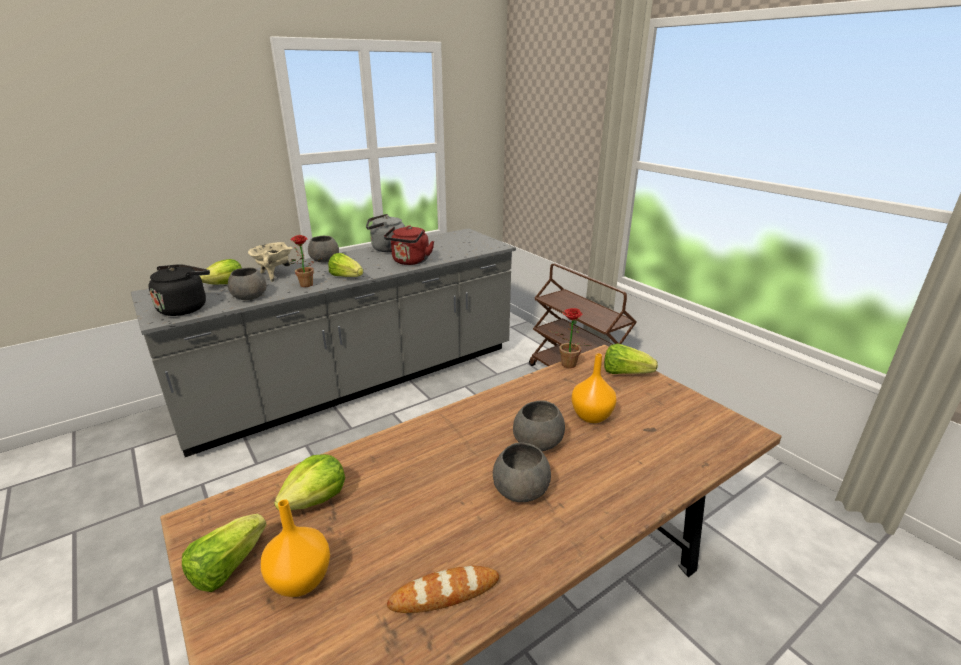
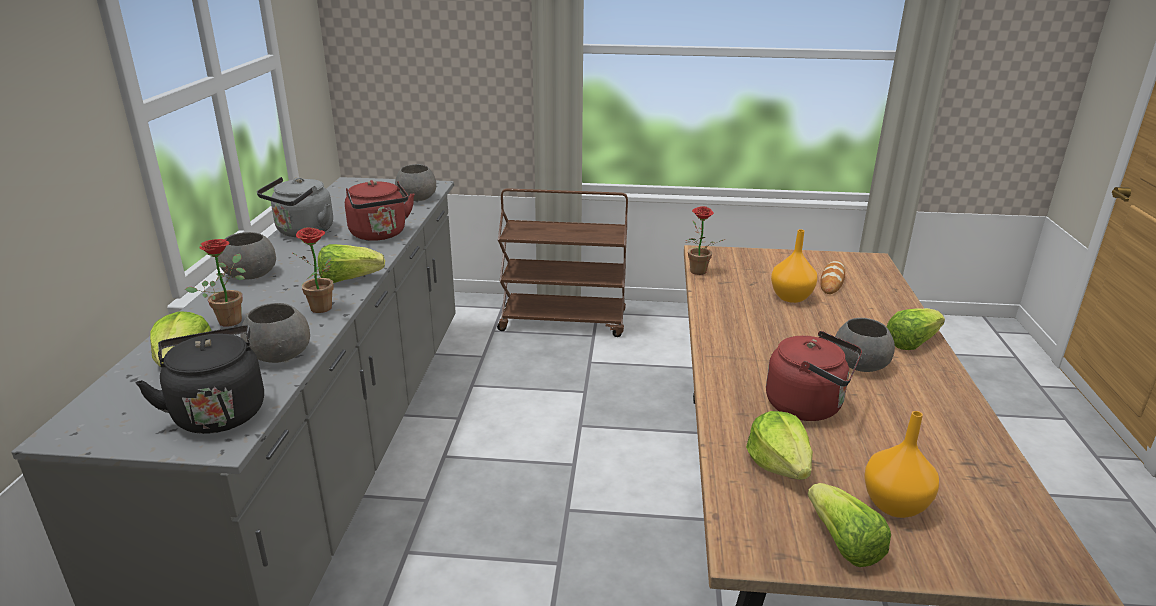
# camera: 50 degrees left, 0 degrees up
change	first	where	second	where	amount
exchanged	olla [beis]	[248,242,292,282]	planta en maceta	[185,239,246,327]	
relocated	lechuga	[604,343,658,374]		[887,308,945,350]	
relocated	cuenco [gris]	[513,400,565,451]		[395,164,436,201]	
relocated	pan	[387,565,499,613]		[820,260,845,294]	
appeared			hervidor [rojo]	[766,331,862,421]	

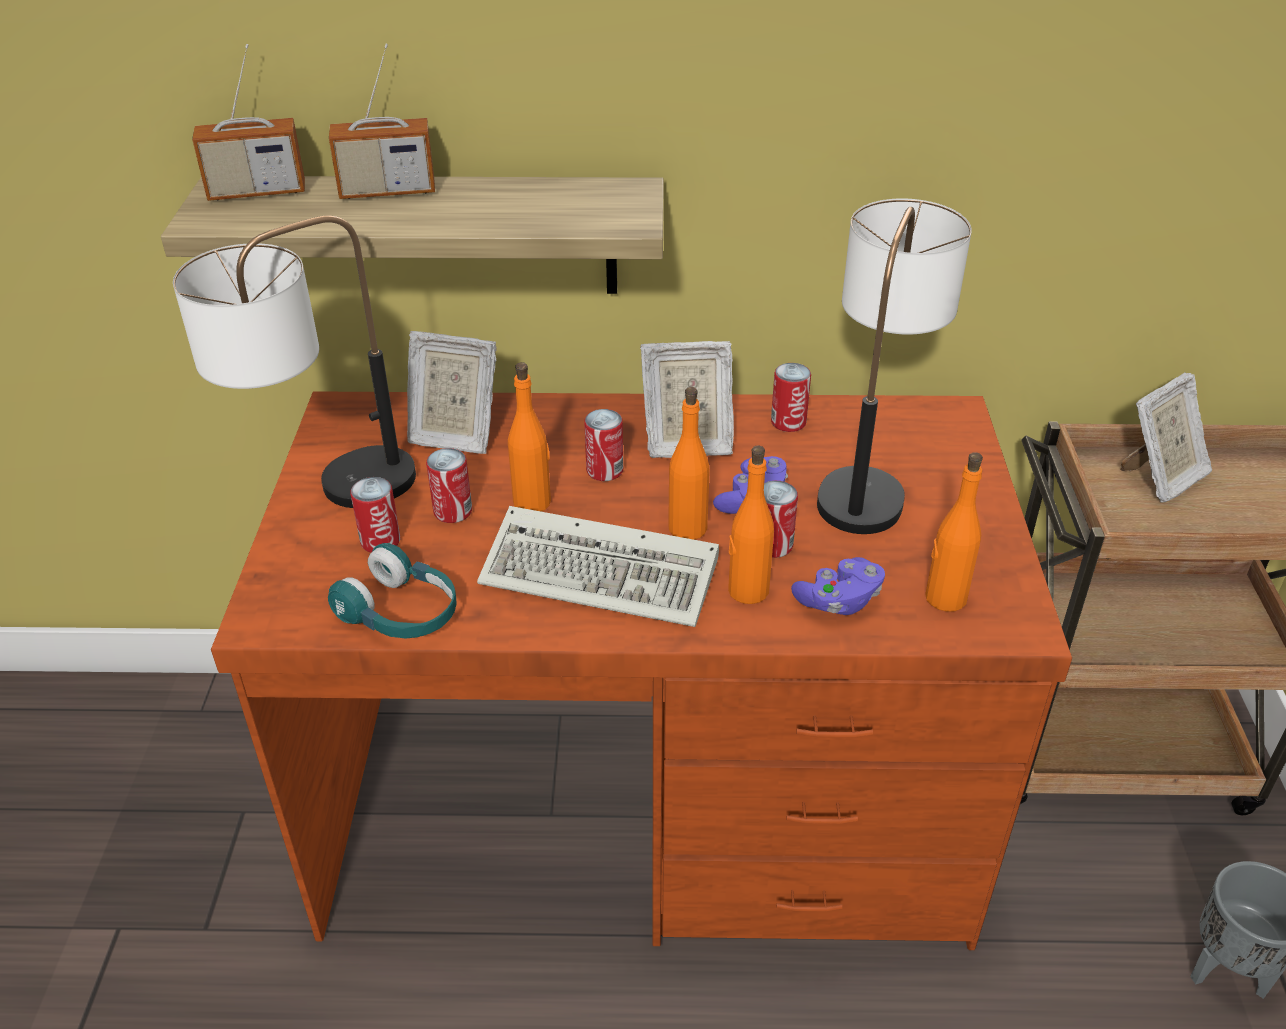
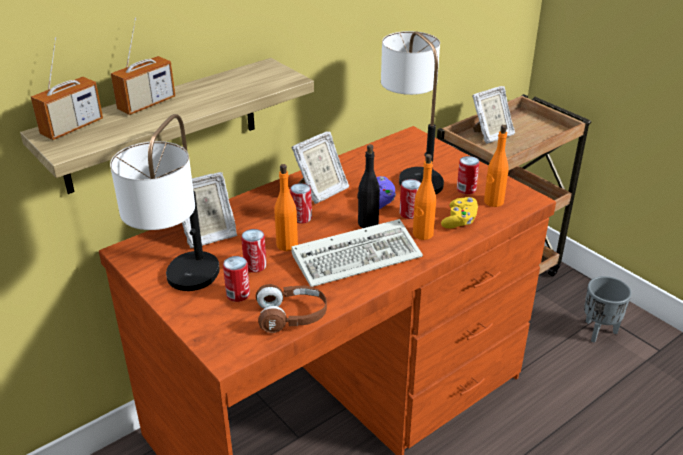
# camera: 40 degrees left, 5 degrees down
change	first	where	second	where	amount
relocated	lata	[771,363,811,432]		[457,156,480,194]	
spun	portarretratos	[1120,372,1212,503]		[472,86,515,144]	45 degrees clockwise
colour	botella [naranja]	[668,387,710,540]	botella [negro]	[357,144,380,228]	
colour	auriculares [turquesa]	[328,543,456,638]	auriculares [marrón]	[256,284,327,333]	
colour	mando de consola [morado]	[791,557,885,615]	mando de consola [amarillo]	[441,197,478,229]	

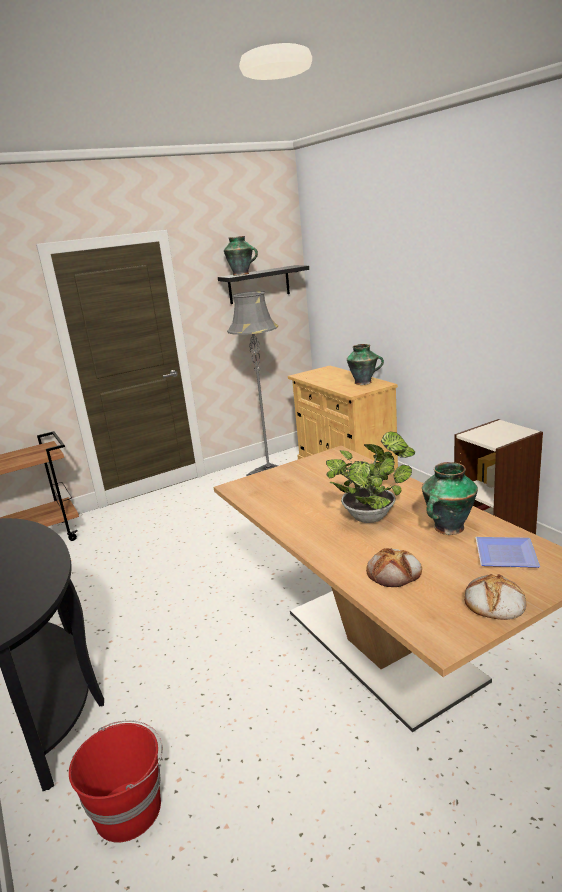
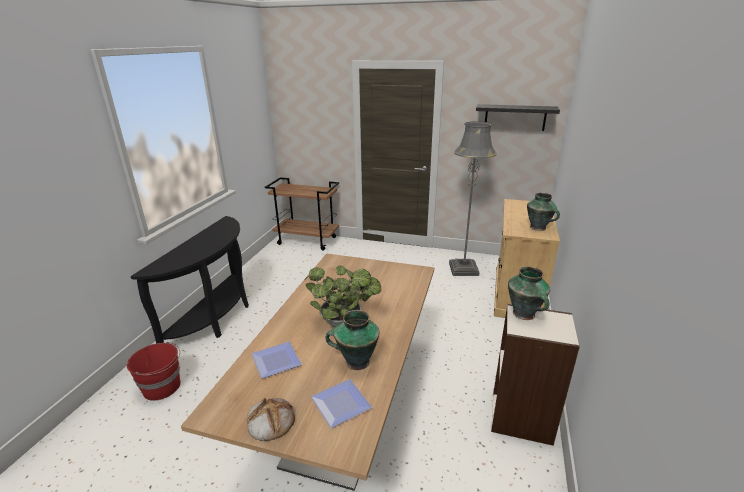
# camera: 45 degrees right, 5 degrees up
change	first	where	second	where	amount
relocated	florero	[224,236,258,276]		[508,267,550,320]	
exchanged	pan	[366,548,422,587]	plato	[251,341,302,379]	

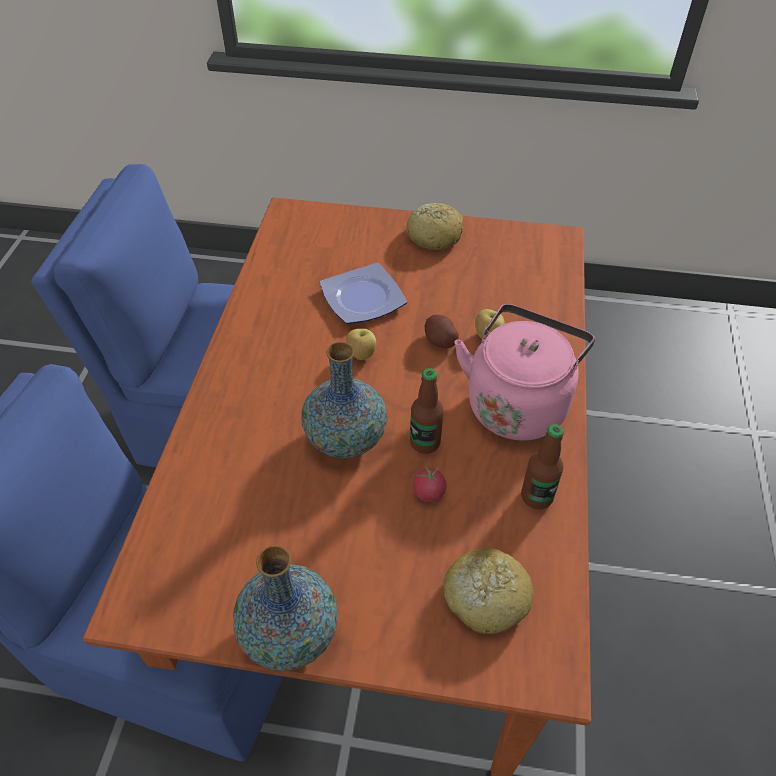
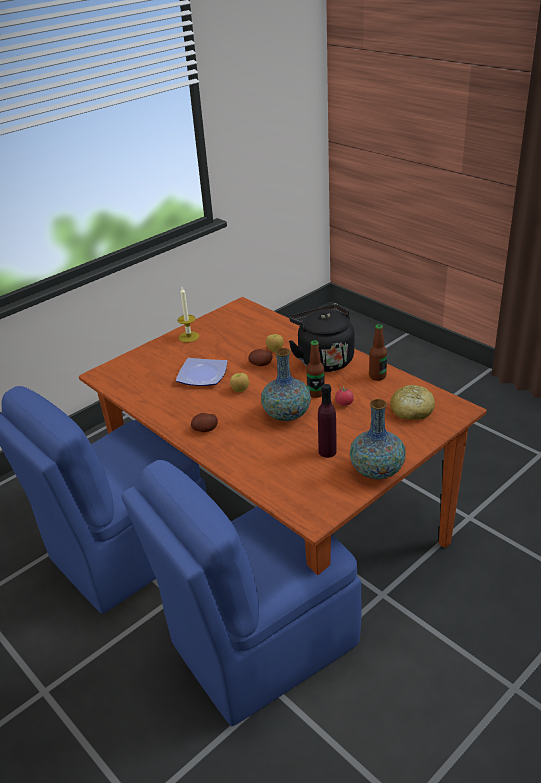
# camera: 50 degrees left, 15 degrees down
change	first	where	second	where	amount
exchanged	pan	[406,203,463,250]	vela	[178,287,199,343]	
colour	hervidor [rosa]	[454,304,595,441]	hervidor [negro]	[288,304,354,372]	
appeared			botella [morado]	[318,384,336,458]	
appeared			patata	[191,413,218,432]	

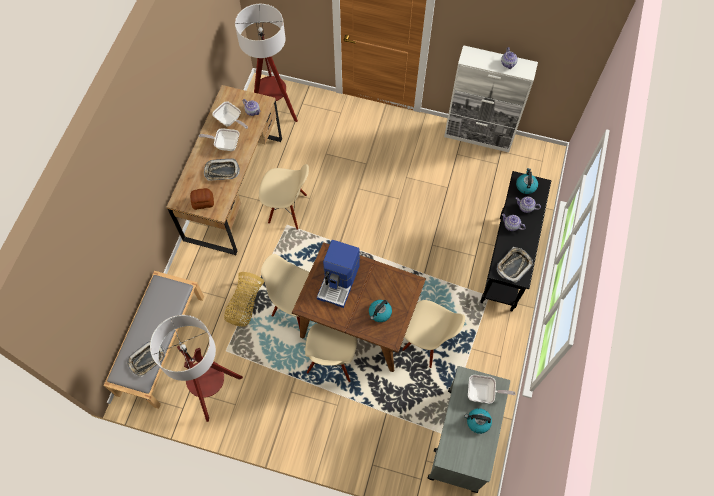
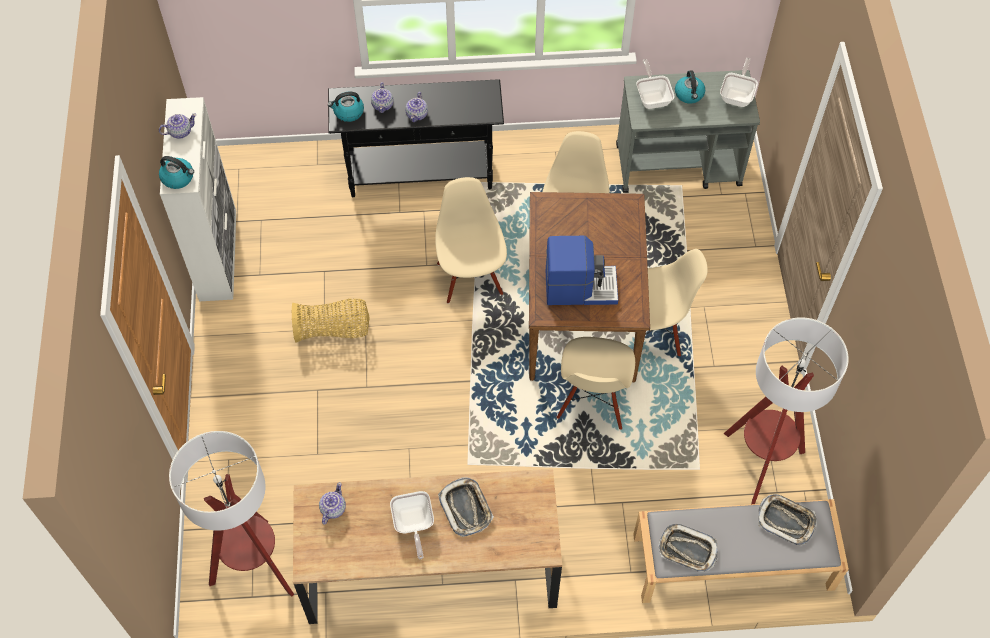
# camera: 110 degrees left, 5 degrees down
change	first	where	second	where	amount
relocated	sartén	[212,101,248,129]		[720,58,758,107]	
relocated	silla [beis]	[259,164,309,230]		[435,177,507,304]	
missing	pan	[190,188,214,210]			
relocated	bandeja	[497,247,533,283]		[659,524,718,572]	
relocated	cesta	[224,272,264,327]		[292,299,370,343]	
relocated	hervidor	[369,300,392,322]		[159,156,194,189]	

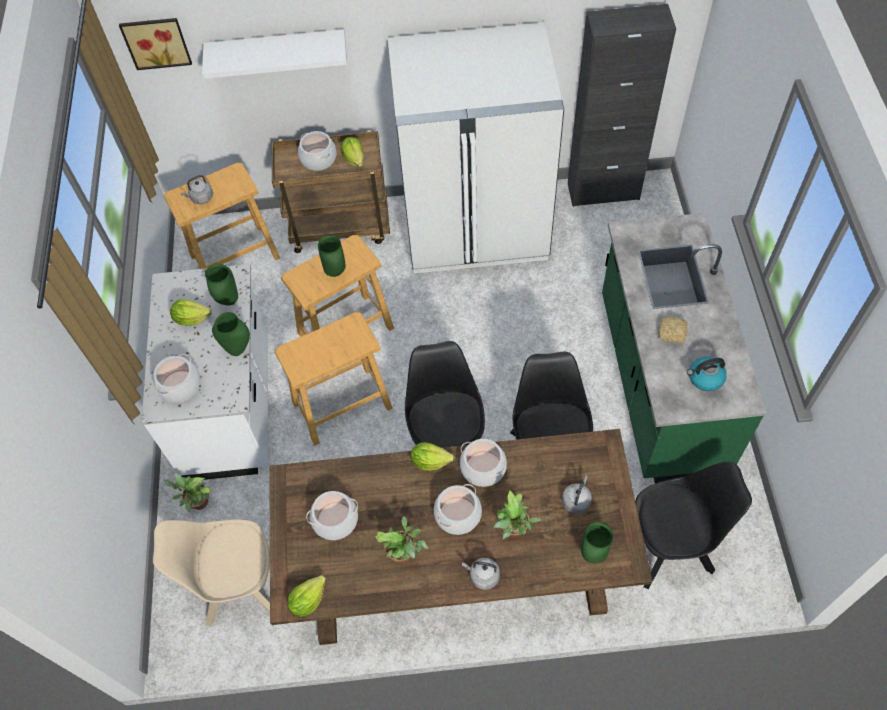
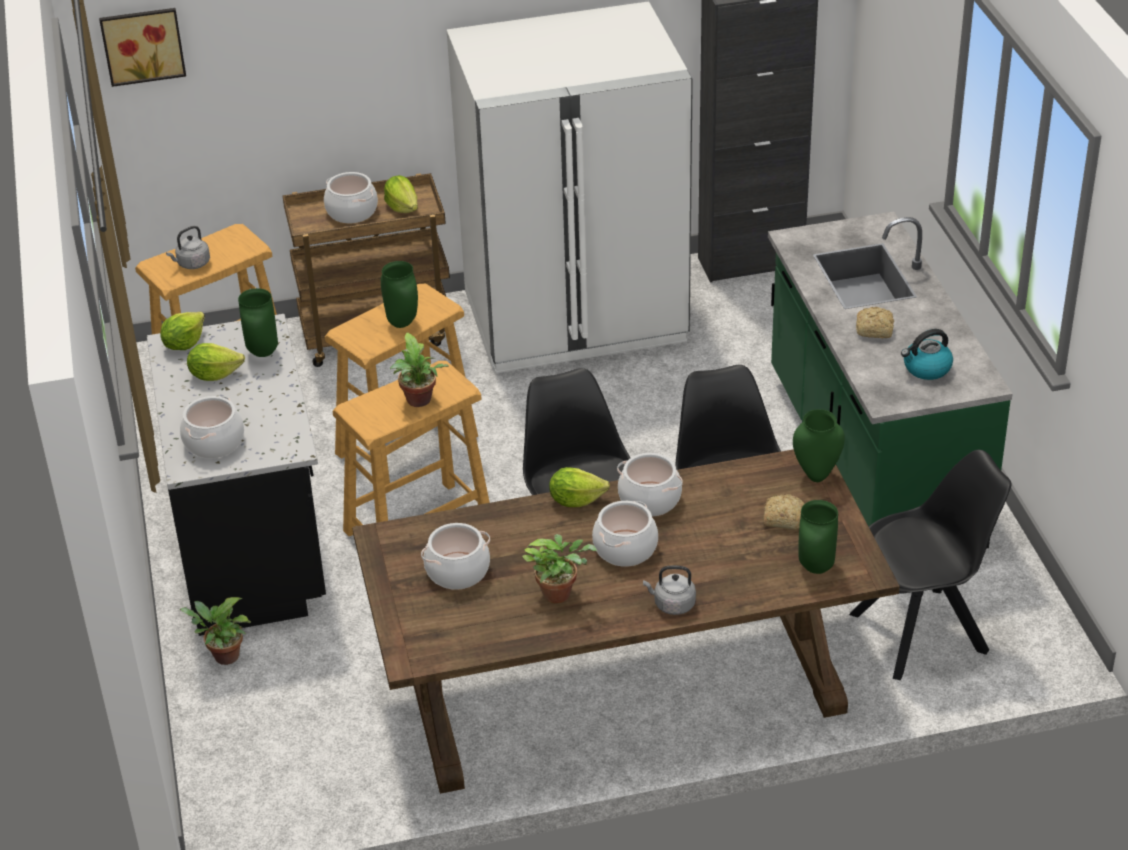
# camera: 10 degrees left, 20 degrees down
change	first	where	second	where	amount
missing	estante [blanco]	[202,29,347,79]			
colour	mueble bajo de cocina [blanco]	[141,264,268,480]	mueble bajo de cocina [negro]	[147,314,326,636]	
relocated	florero [verde]	[212,312,250,356]		[793,409,845,482]	
exchanged	hervidor [gris]	[562,475,592,514]	pan	[763,494,804,530]	
relocated	planta en maceta	[494,490,541,539]		[390,333,449,407]	
missing	silla [beis]	[153,519,270,627]			
relocated	lechuga	[287,575,326,617]		[160,311,205,350]	

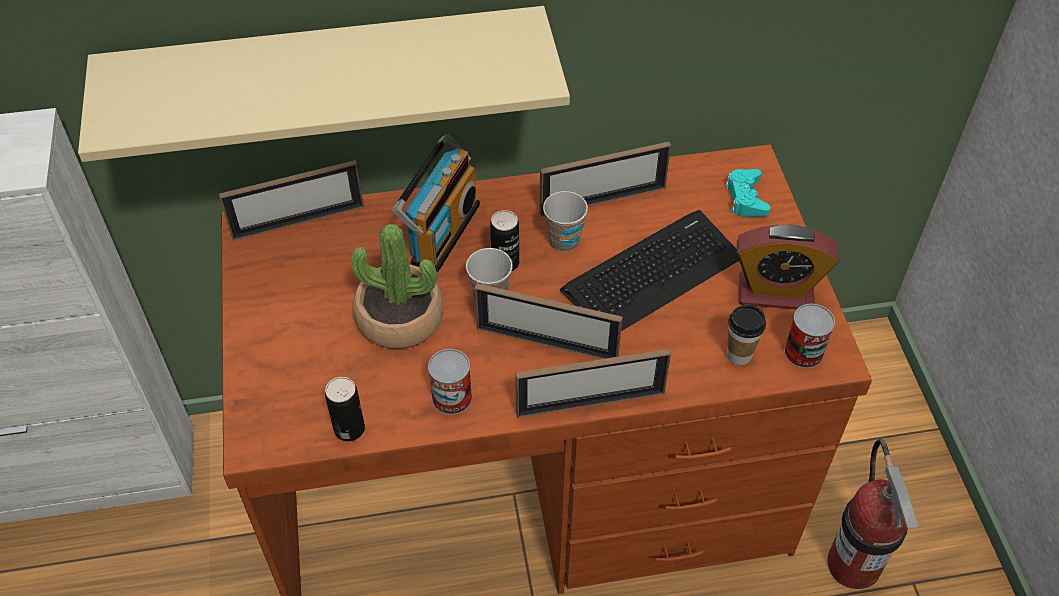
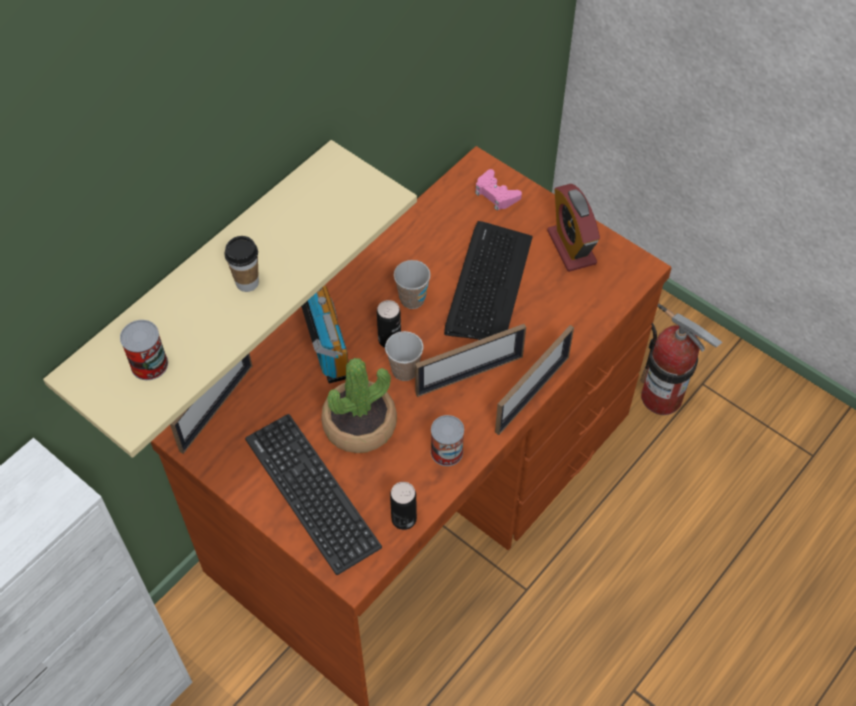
# camera: 40 degrees left, 5 degrees up
change	first	where	second	where	amount
missing	portarretratos	[540,142,671,216]			
colour	mando de consola [turquesa]	[725,169,770,217]	mando de consola [rosa]	[475,169,522,211]	
spun	despertador	[737,225,839,310]		[547,184,600,272]	105 degrees clockwise
relocated	lata	[784,304,835,368]		[120,320,168,380]	
relocated	taza	[727,305,766,365]		[225,236,259,292]	
appeared			teclado	[245,414,382,575]	

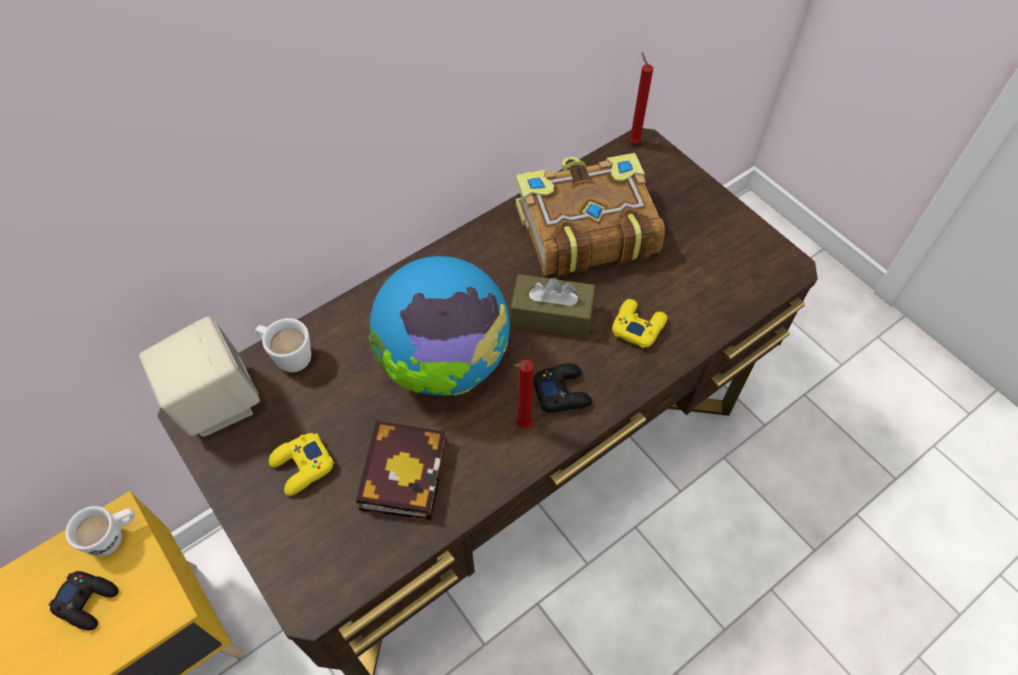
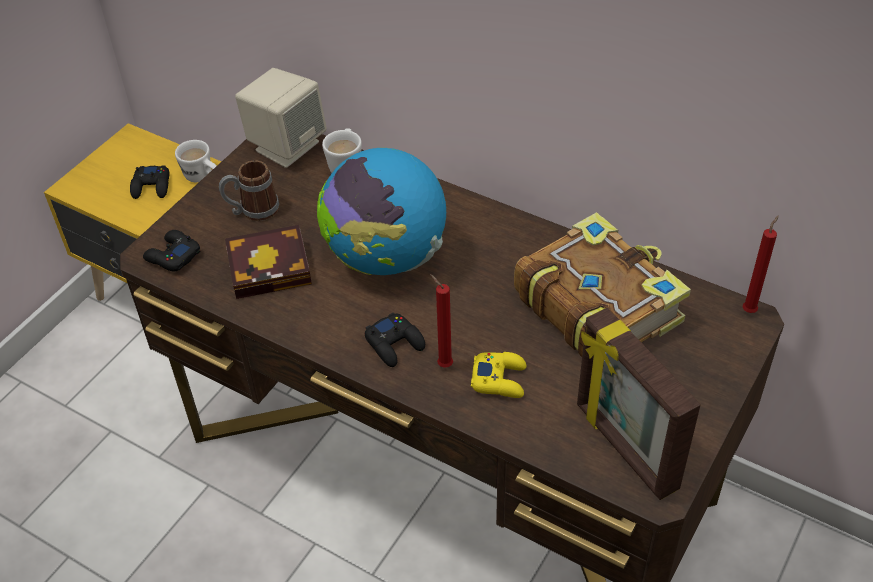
# camera: 70 degrees right, 10 degrees down
change	first	where	second	where	amount
missing	caja de pañuelos [marrón]	[510,274,595,338]			
relocated	vela [rojo]	[514,360,534,429]		[430,274,453,368]	
exchanged	mando de consola [amarillo]	[269,433,334,496]	taza grande	[219,160,279,221]	
appeared			mando de consola [negro]	[143,230,200,272]	
appeared			portarretratos	[577,307,701,500]	

